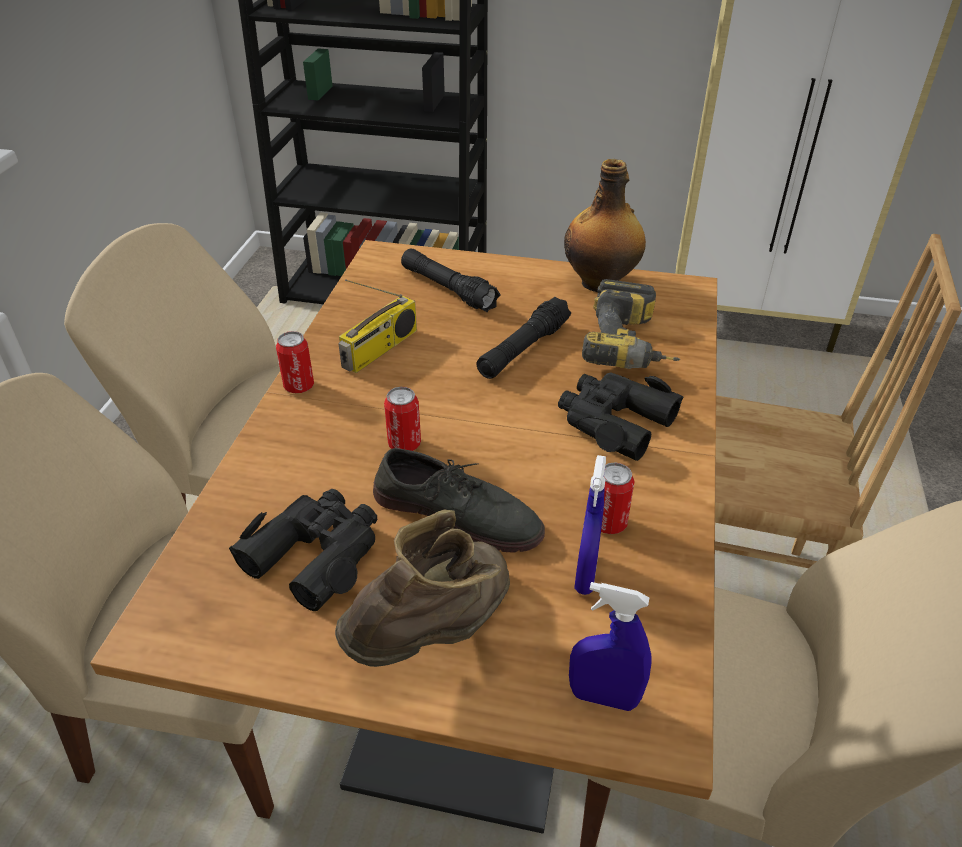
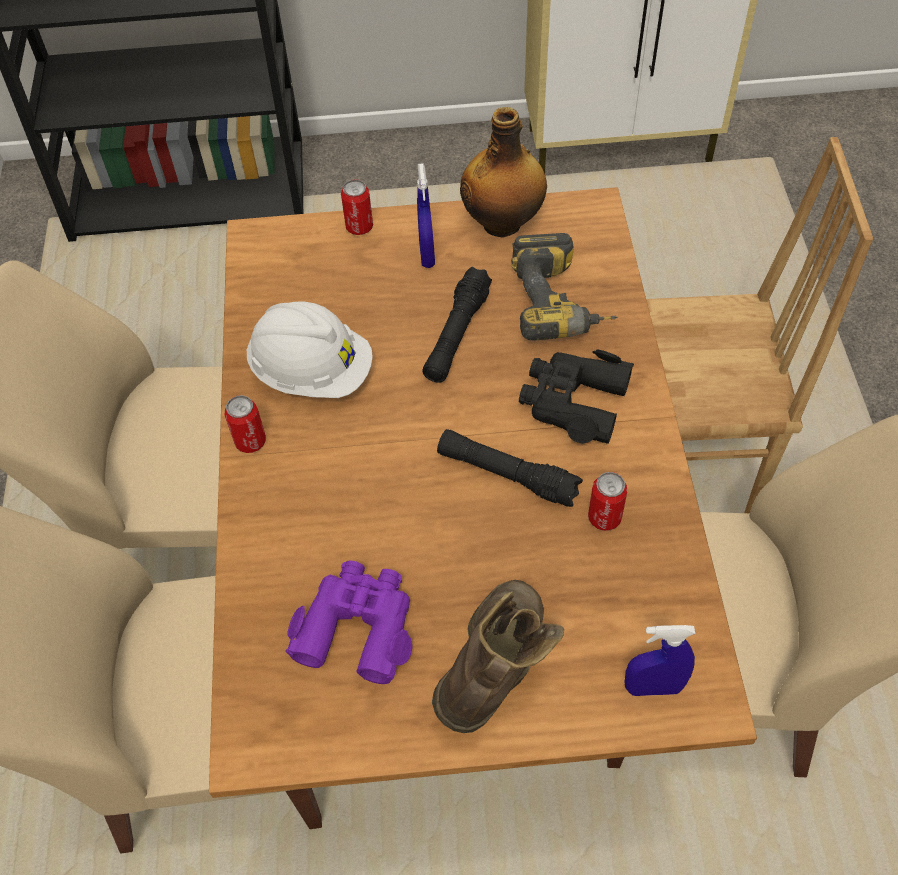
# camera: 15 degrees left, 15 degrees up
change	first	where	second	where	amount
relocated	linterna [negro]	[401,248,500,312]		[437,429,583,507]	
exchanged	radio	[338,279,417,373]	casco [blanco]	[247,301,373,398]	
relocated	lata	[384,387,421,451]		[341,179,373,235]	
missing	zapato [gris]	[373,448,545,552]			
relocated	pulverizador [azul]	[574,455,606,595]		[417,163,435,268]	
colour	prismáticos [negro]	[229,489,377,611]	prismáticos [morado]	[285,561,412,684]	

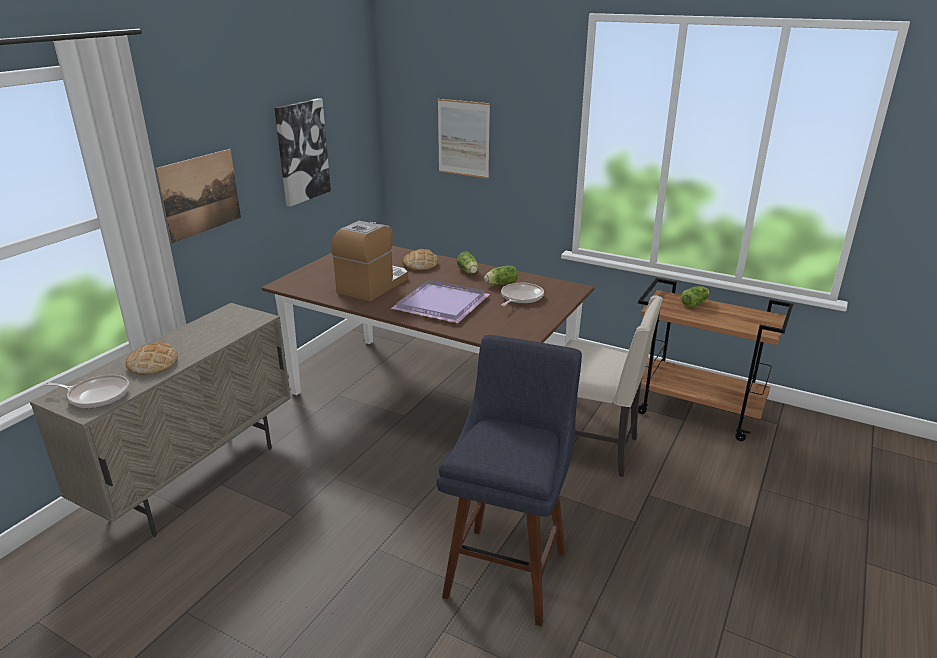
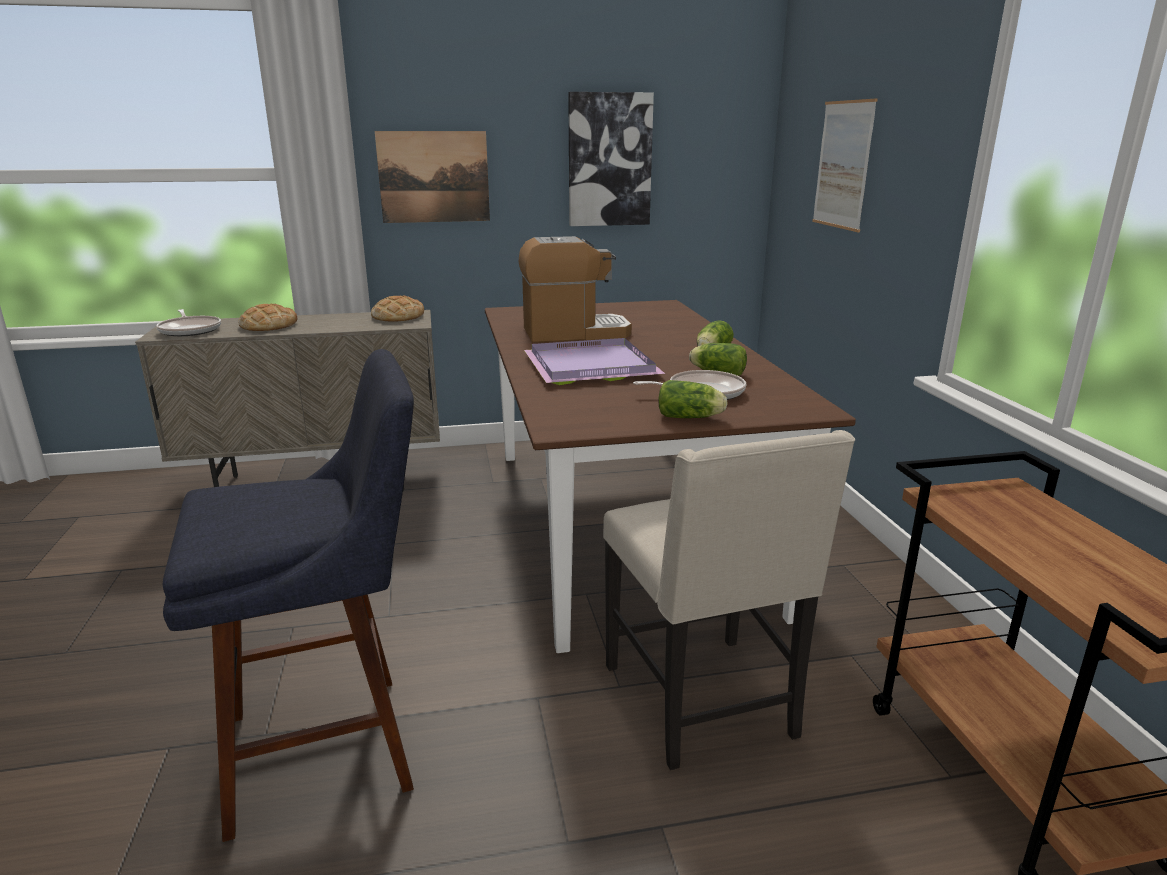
# camera: 50 degrees right, 5 degrees down
change	first	where	second	where	amount
relocated	pan	[402,249,438,270]		[371,296,424,322]	
relocated	lechuga	[681,286,709,308]		[658,380,728,418]	

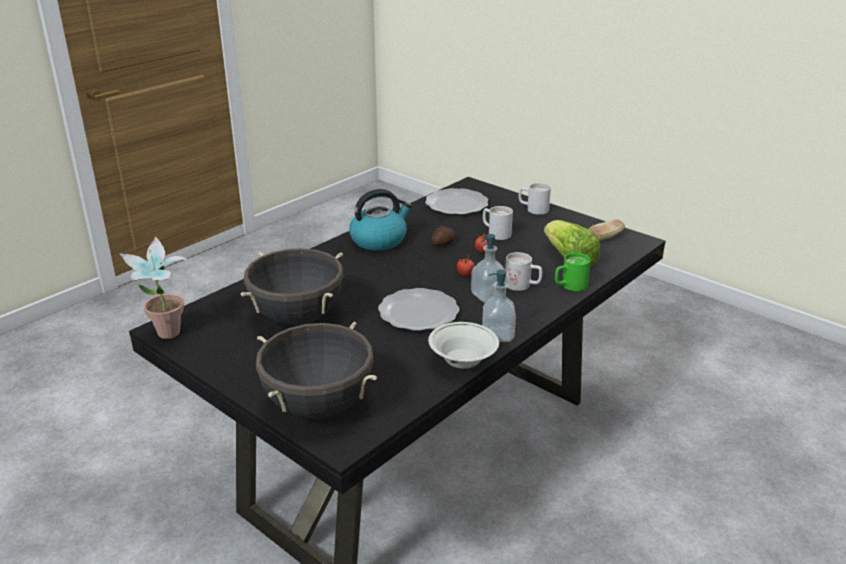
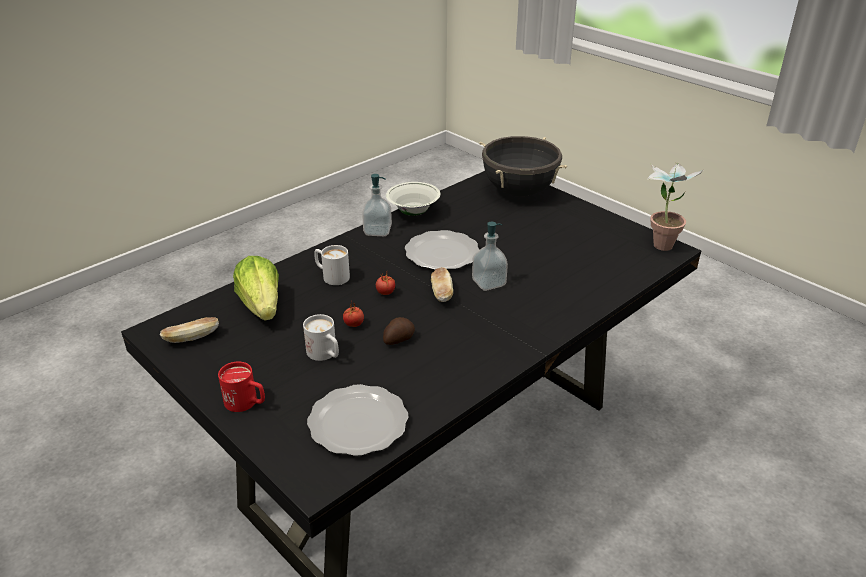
# camera: 175 degrees left, 5 degrees up
change	first	where	second	where	amount
colour	taza grande [blanco]	[519,183,551,215]	taza grande [rojo]	[218,362,265,412]	
missing	hervidor	[349,189,412,251]			
relocated	dispensador de jabón	[471,234,507,303]		[472,222,508,291]	
missing	olla [negro]	[240,248,344,325]			
missing	taza grande [verde]	[555,253,591,291]			
appeared			pan	[431,267,453,302]	

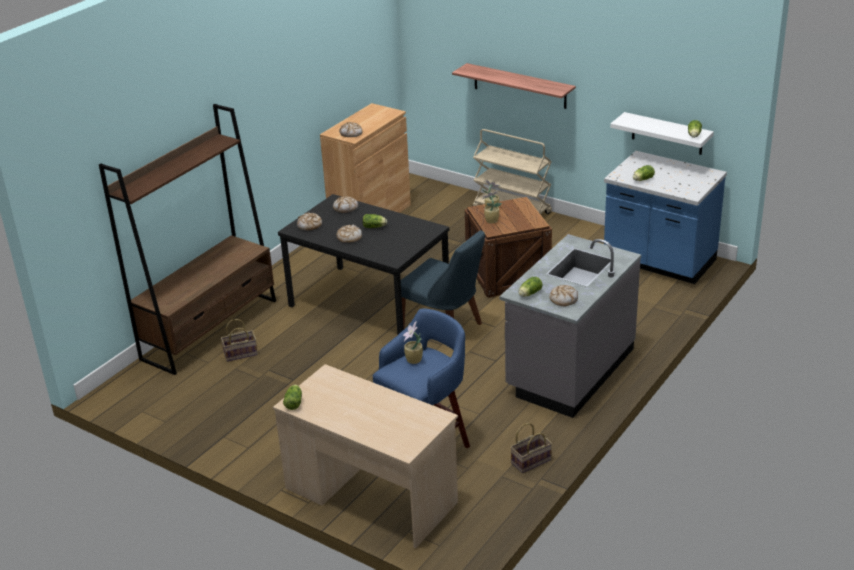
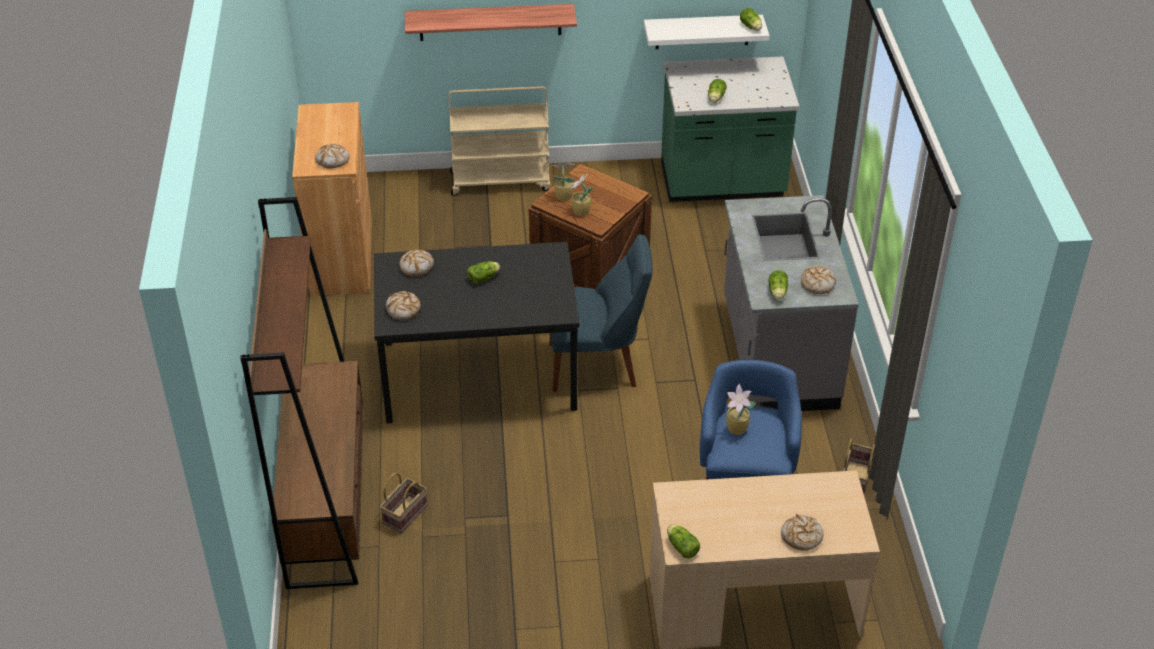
# camera: 40 degrees left, 10 degrees up
change	first	where	second	where	amount
colour	mueble bajo de cocina [azul]	[604,151,727,284]	mueble bajo de cocina [verde]	[661,57,799,202]	
relocated	pan	[337,224,362,243]		[781,514,824,551]	

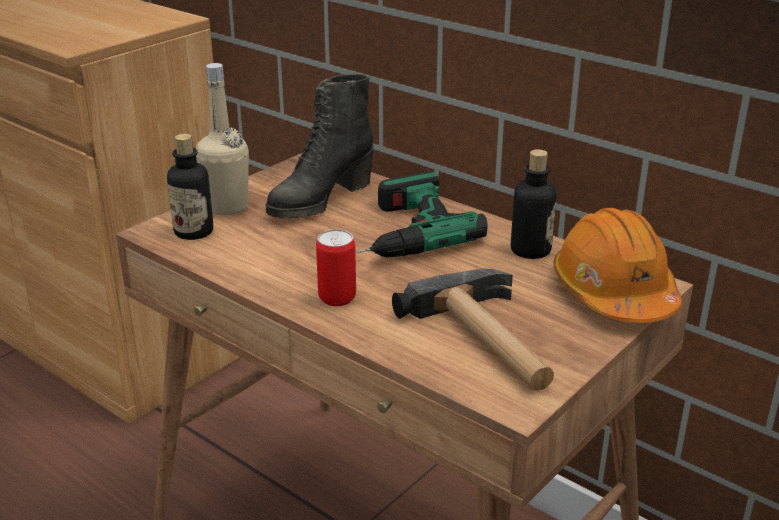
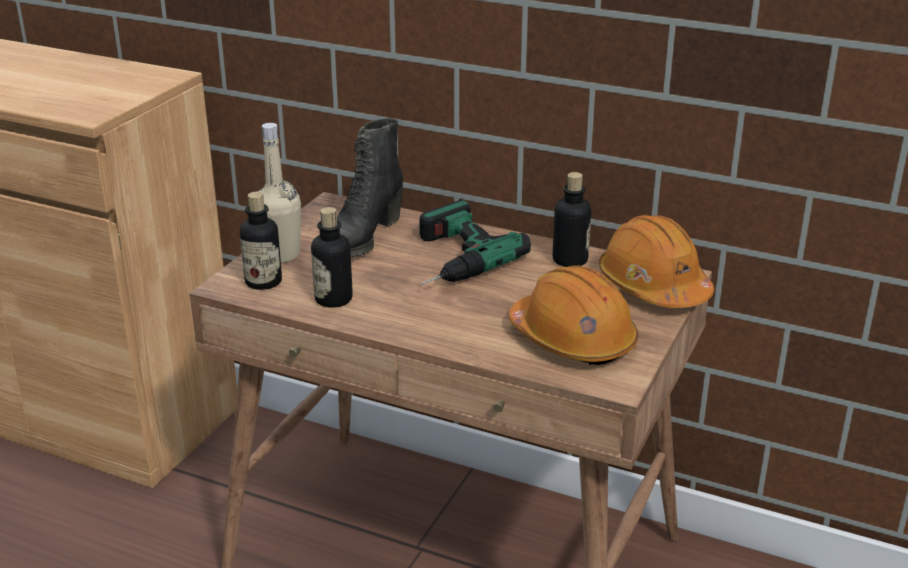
# camera: 15 degrees left, 0 degrees up
change	first	where	second	where	amount
missing	lata	[316,229,356,306]			
exchanged	martillo	[392,269,554,391]	casco [naranja]	[509,265,638,365]	
appeared			botella	[311,207,353,308]	

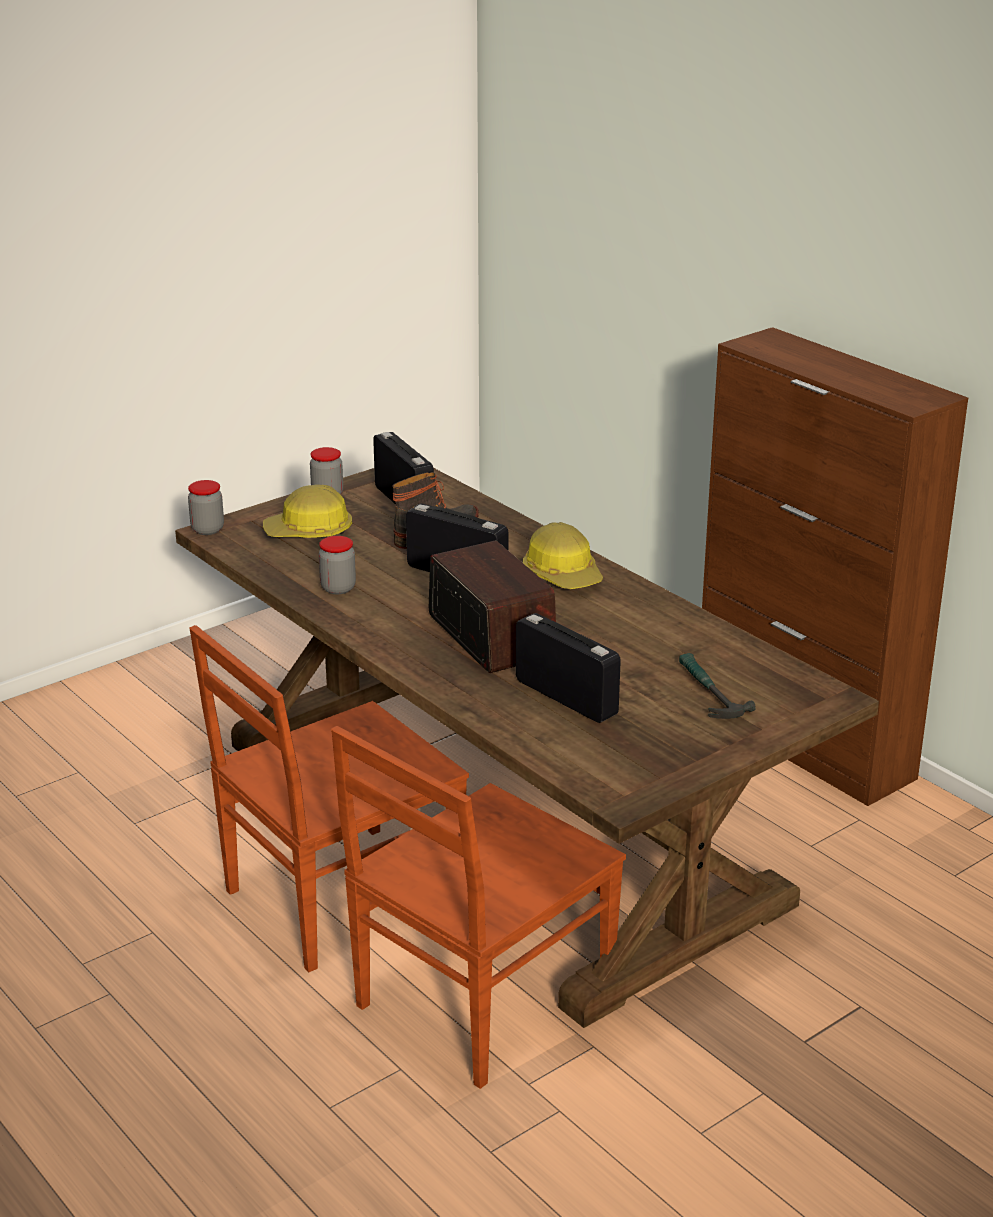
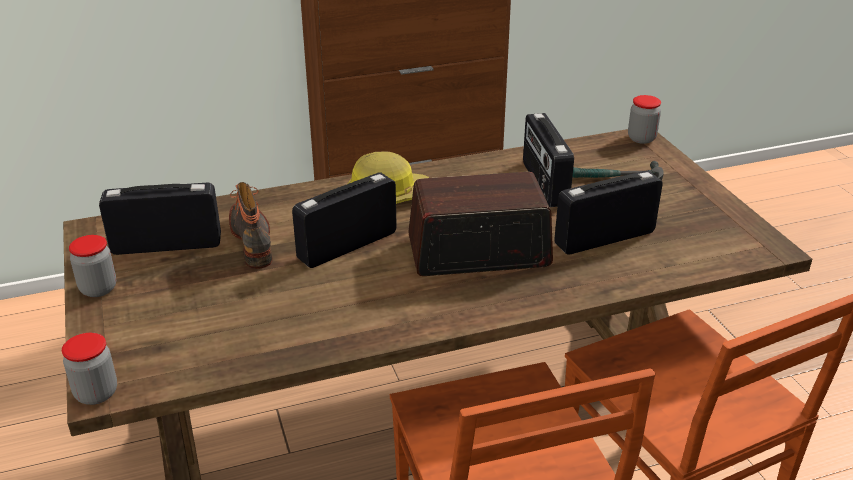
# camera: 70 degrees left, 5 degrees up
change	first	where	second	where	amount
missing	casco	[263,485,352,538]			
relocated	tarro	[319,536,356,594]		[628,95,661,144]	
appeared			radio	[523,113,574,207]	

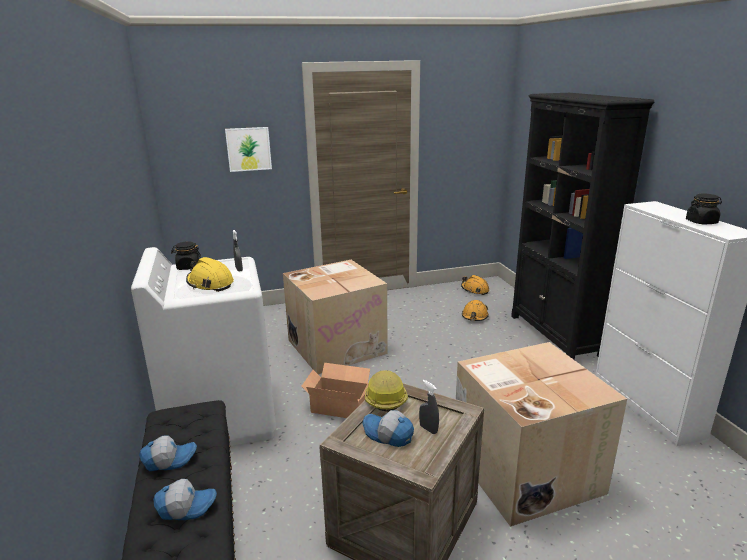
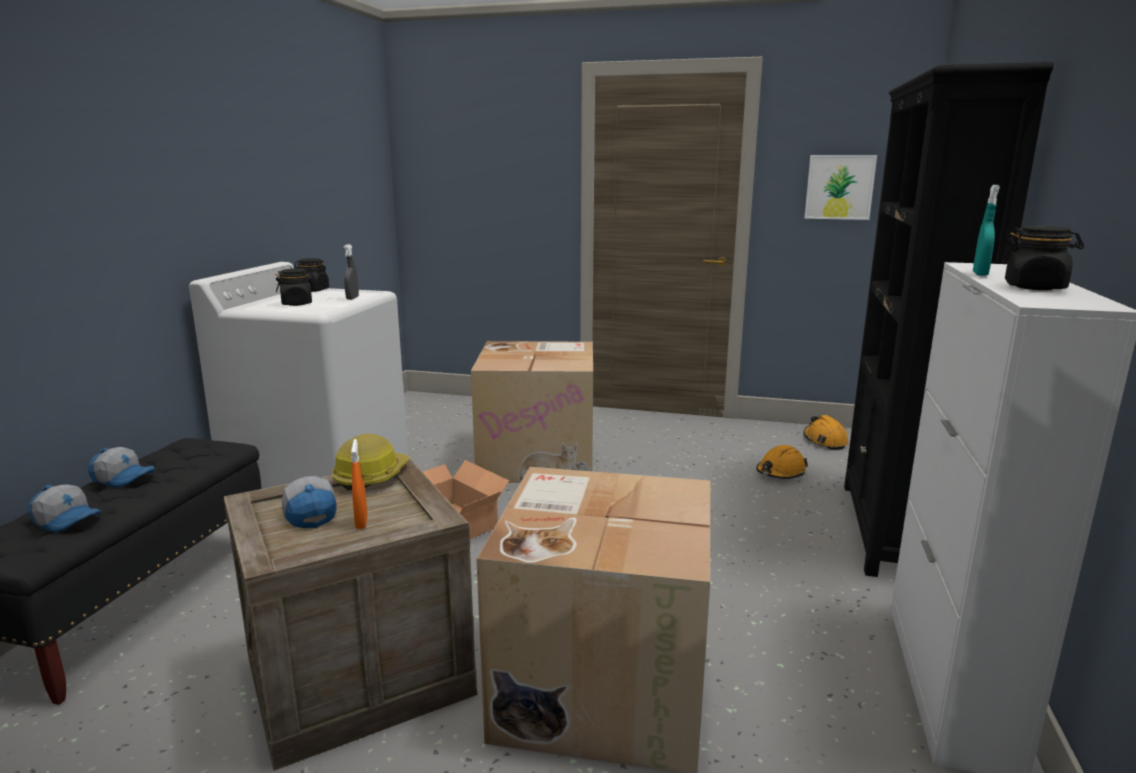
# camera: 30 degrees right, 5 degrees down
change	first	where	second	where	amount
relocated	cuadro	[225,127,272,172]		[804,155,877,220]	
exchanged	casco [amarillo]	[186,257,234,292]	tarro [negro]	[276,268,315,306]	
colour	pulverizador [gris]	[419,380,439,434]	pulverizador [naranja]	[351,439,367,529]	
appeared			pulverizador [turquesa]	[973,185,1000,276]	

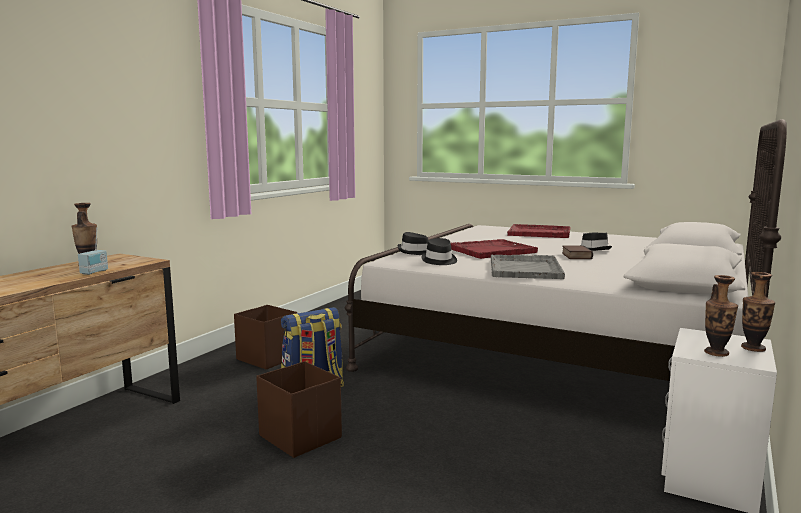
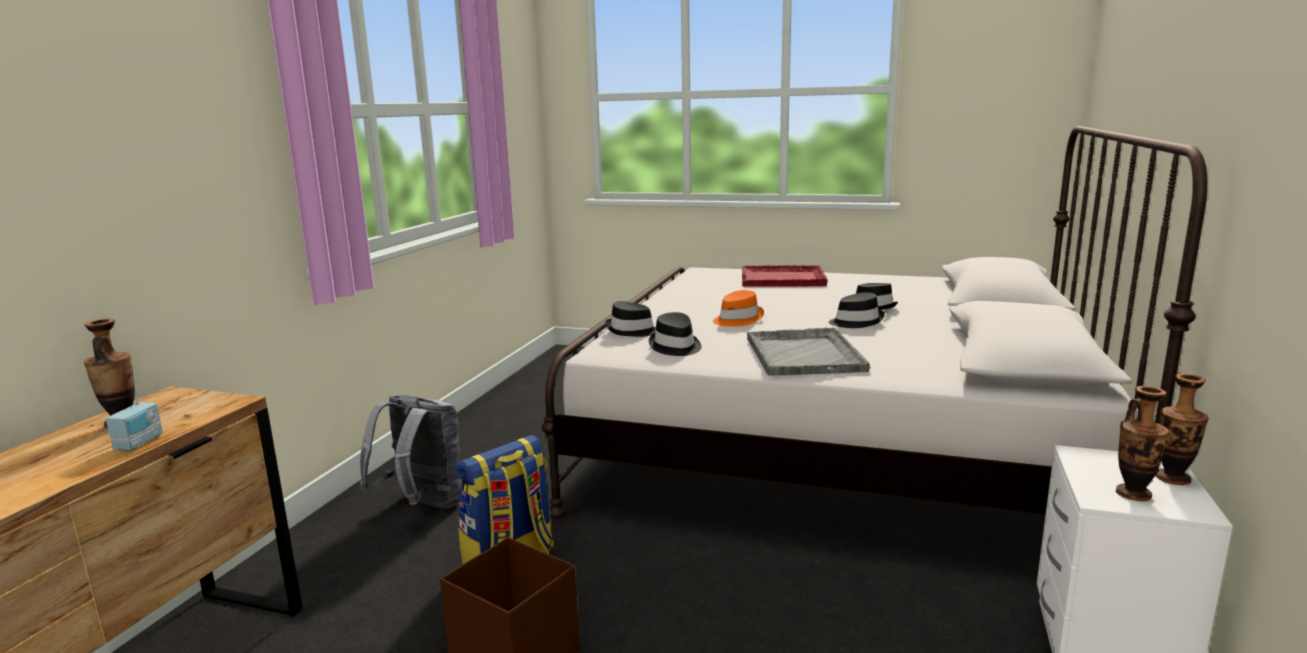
# camera: 10 degrees left, 5 degrees up
change	first	where	second	where	amount
exchanged	bandeja [rojo]	[451,239,538,259]	sombrero [naranja]	[713,290,764,326]	
exchanged	libro	[562,246,593,259]	sombrero [negro]	[829,292,885,328]	
exchanged	caja de almacenaje [marrón]	[234,305,297,369]	mochila [gris]	[359,395,462,508]	

